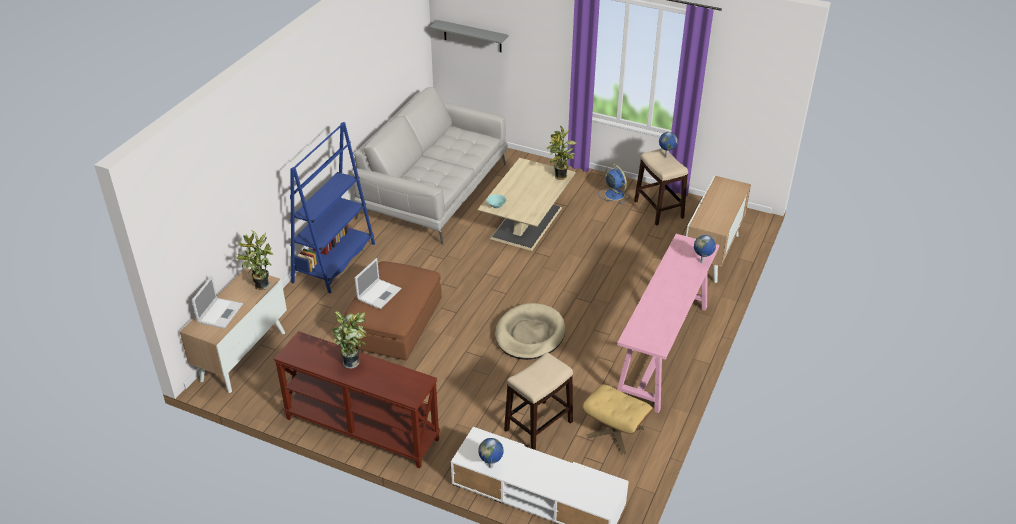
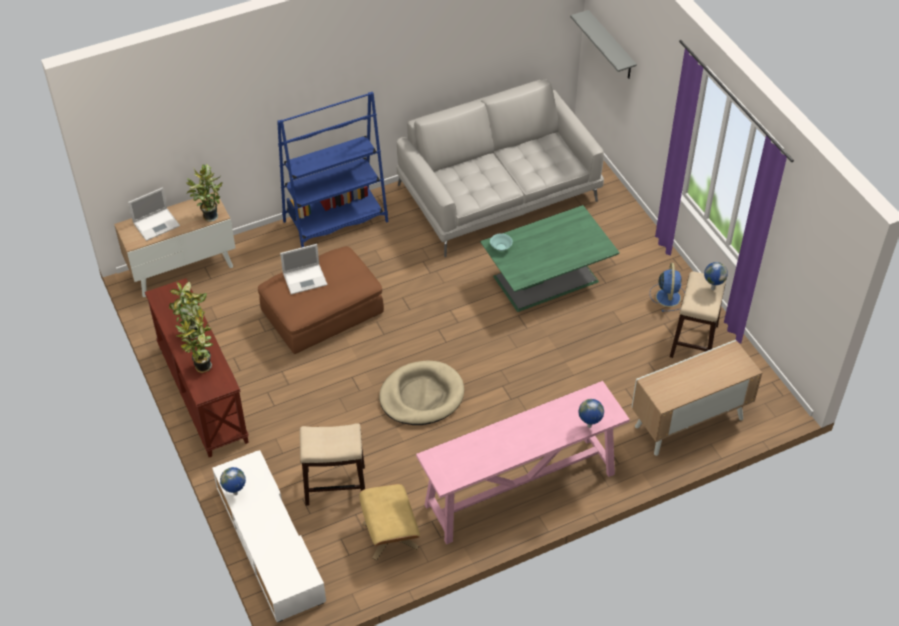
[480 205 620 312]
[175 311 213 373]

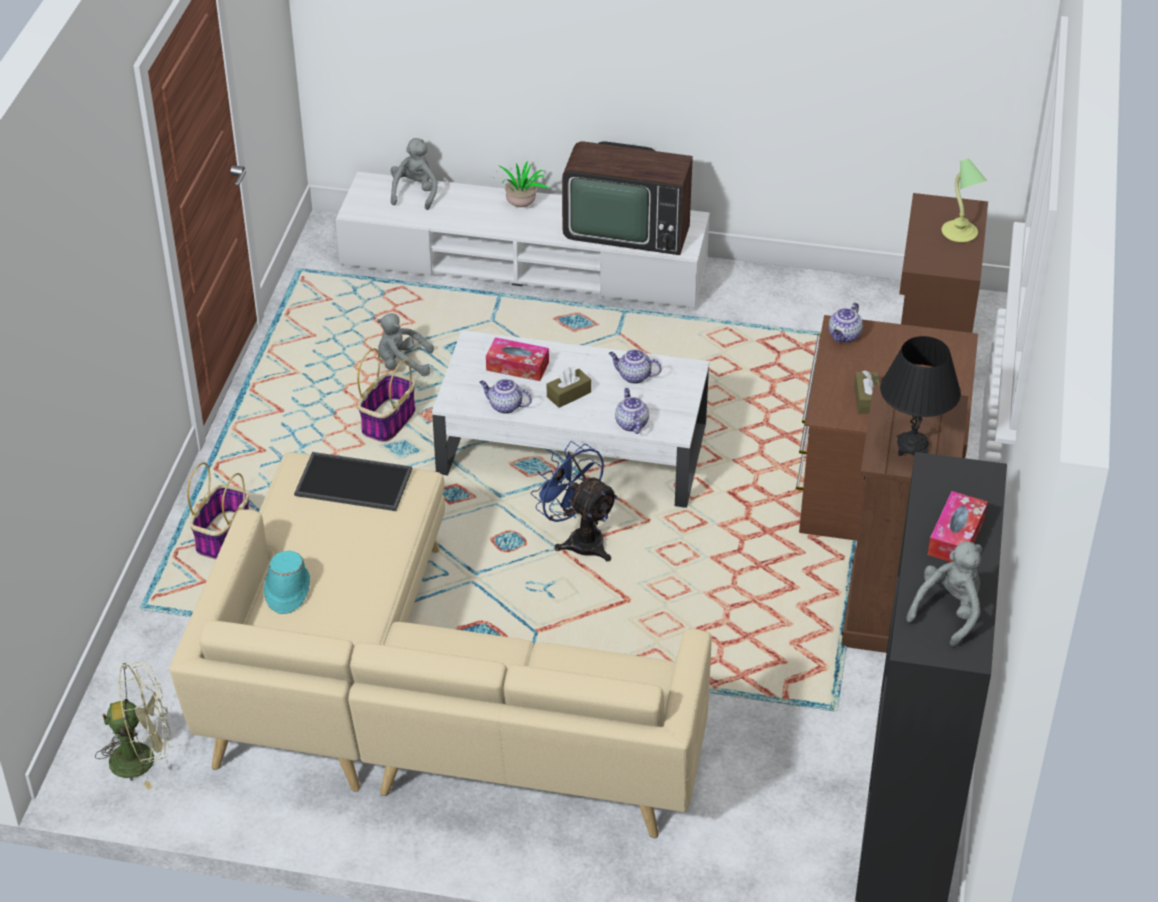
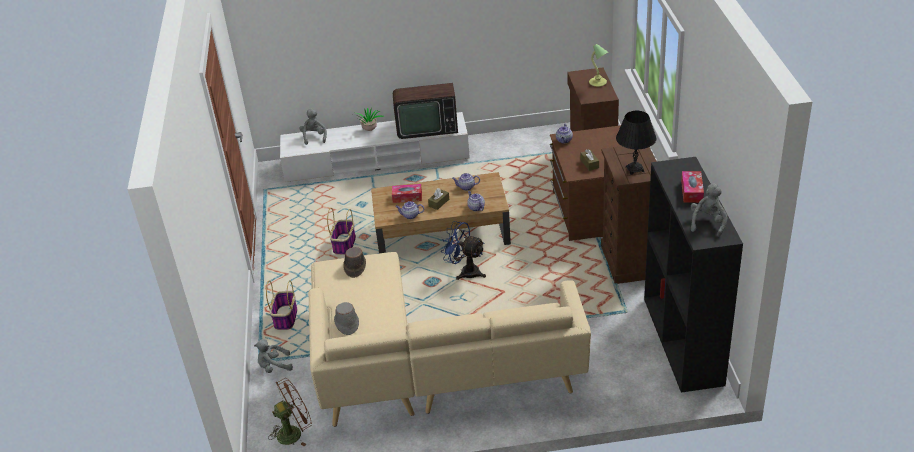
[268 378 312 447]
[334 302 359 335]
[343 247 366 278]
[254 339 293 373]
[371 172 511 253]

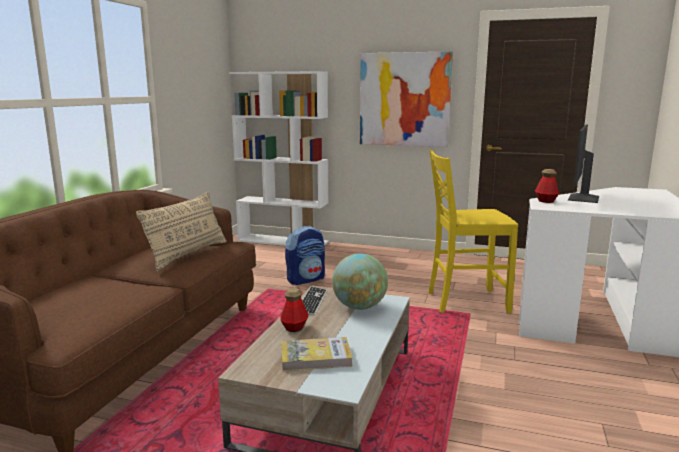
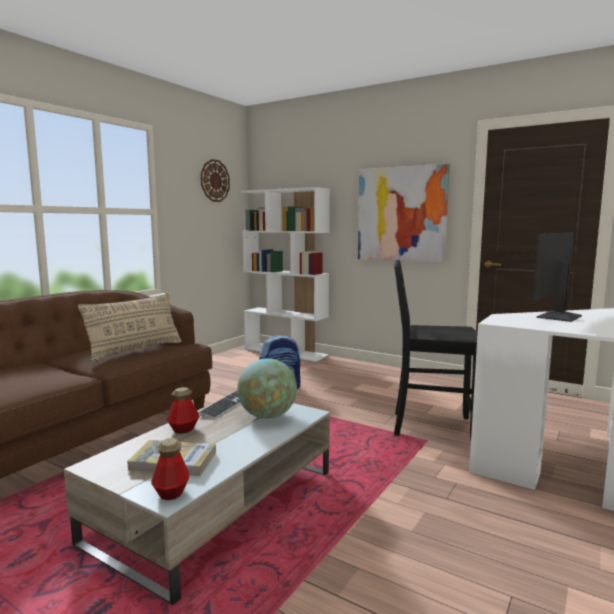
[394 260 478 440]
[151 438 189 500]
[201 159 230 202]

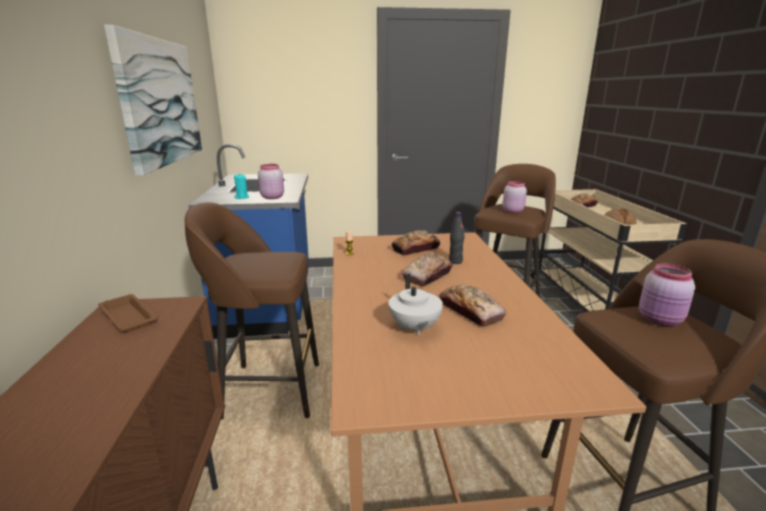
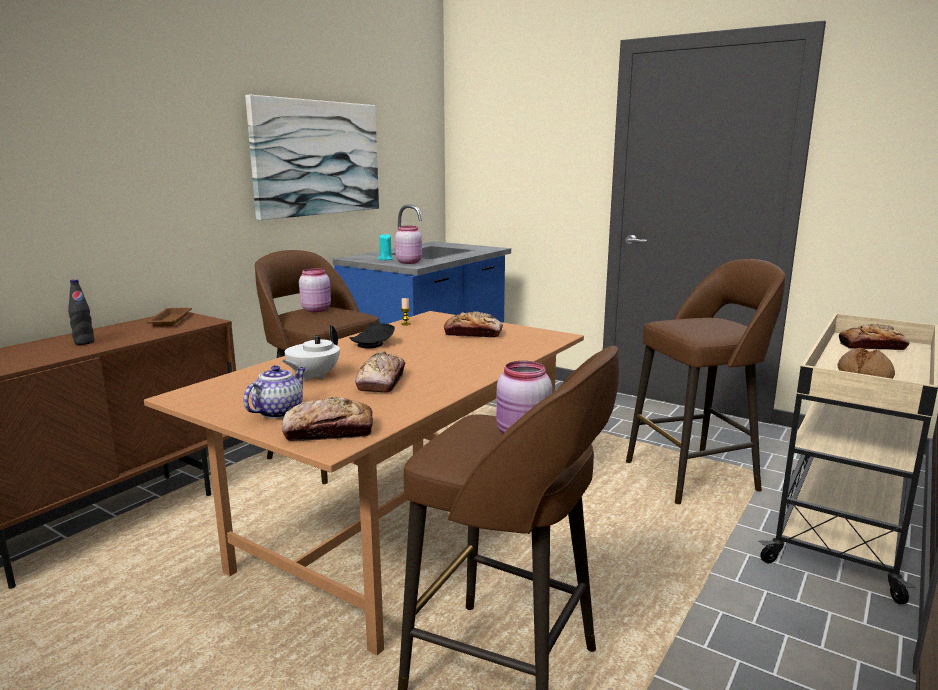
[282 397 373 441]
[68 279 94 345]
[299 268 331 312]
[243 365 306 419]
[350 323 395 348]

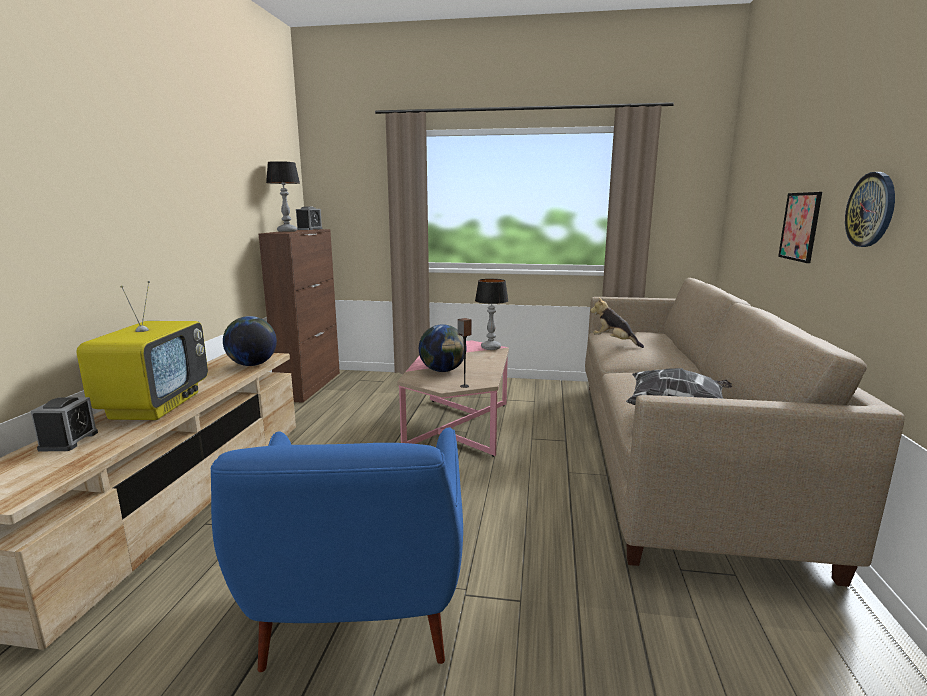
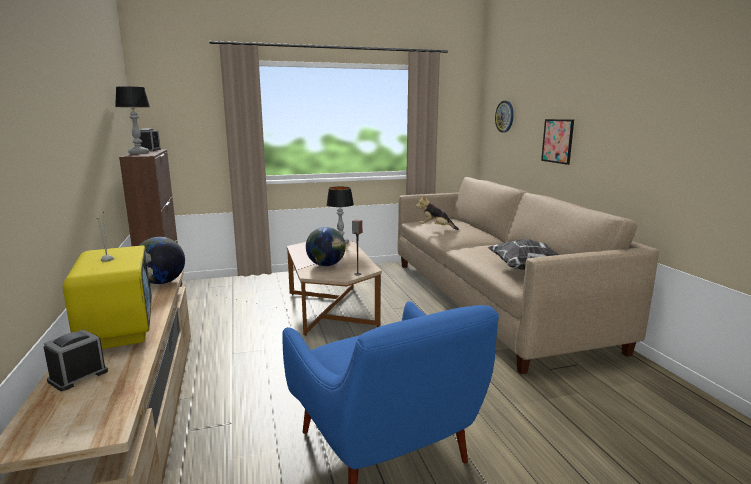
[44 330 108 391]
[287 241 382 336]
[495 101 514 132]

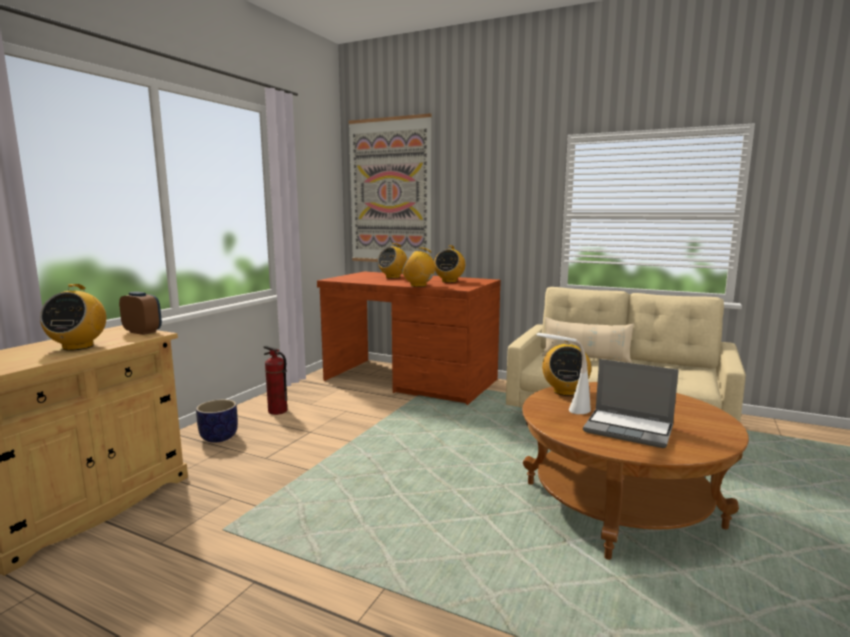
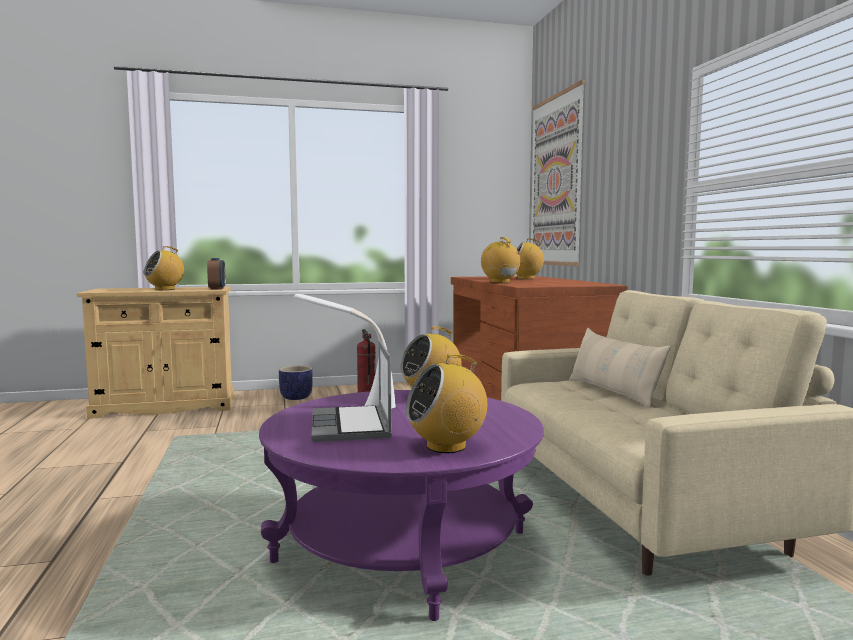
[406 354 487 453]
[259 390 544 621]

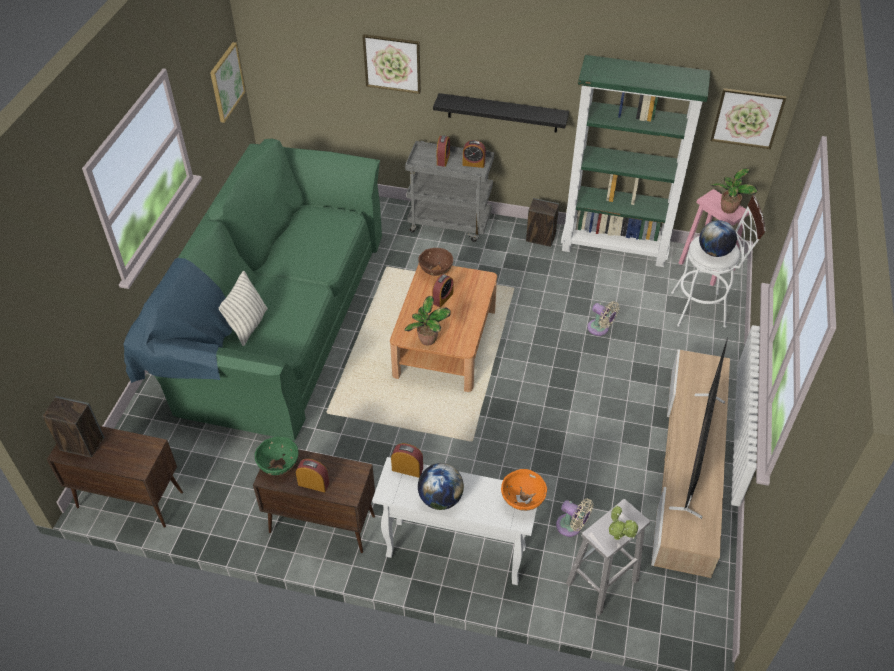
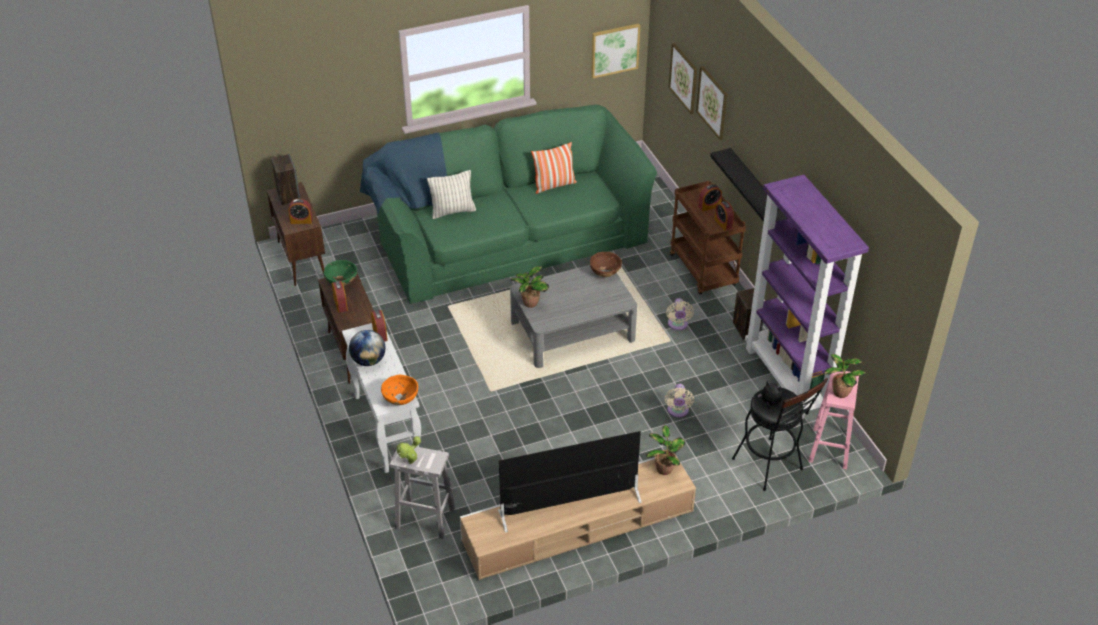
[510 265 637 368]
[670 181 746 294]
[289 199 313 224]
[666 298 694 330]
[745 175 869 419]
[732 378 828 491]
[758 381 782 409]
[669 43 697 114]
[531 142 577 194]
[646 425 685 475]

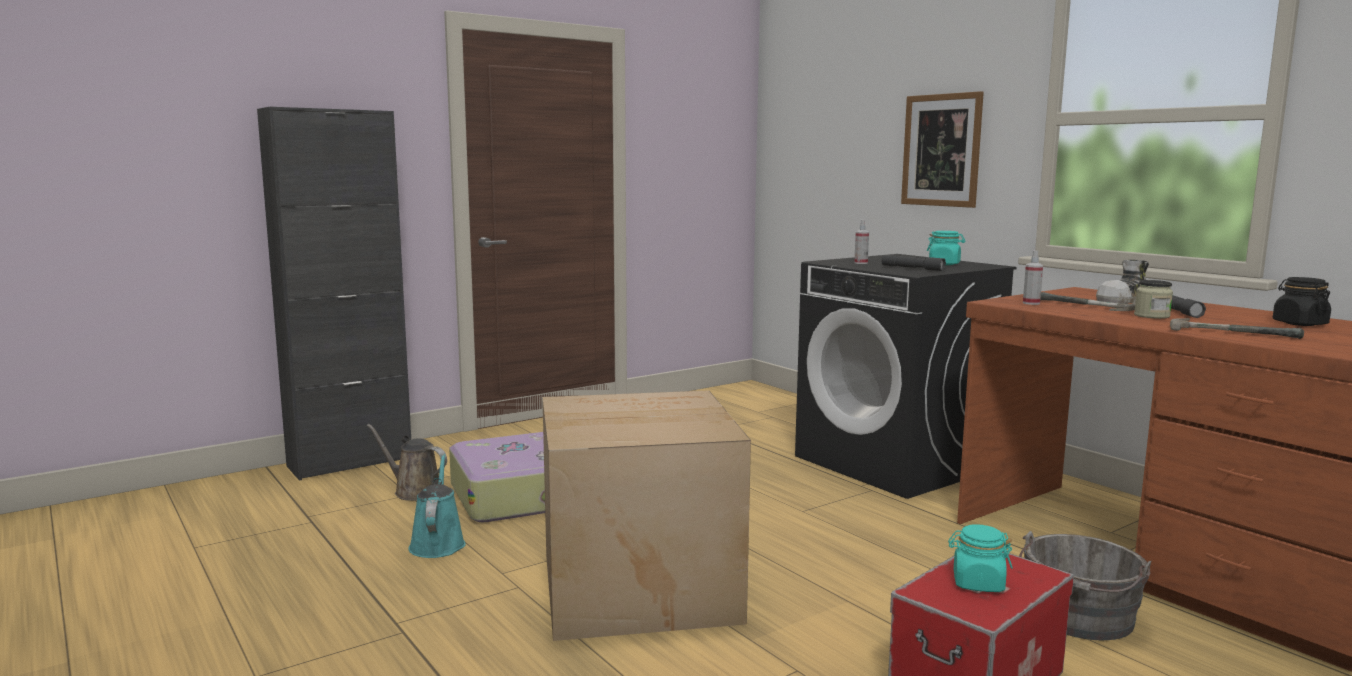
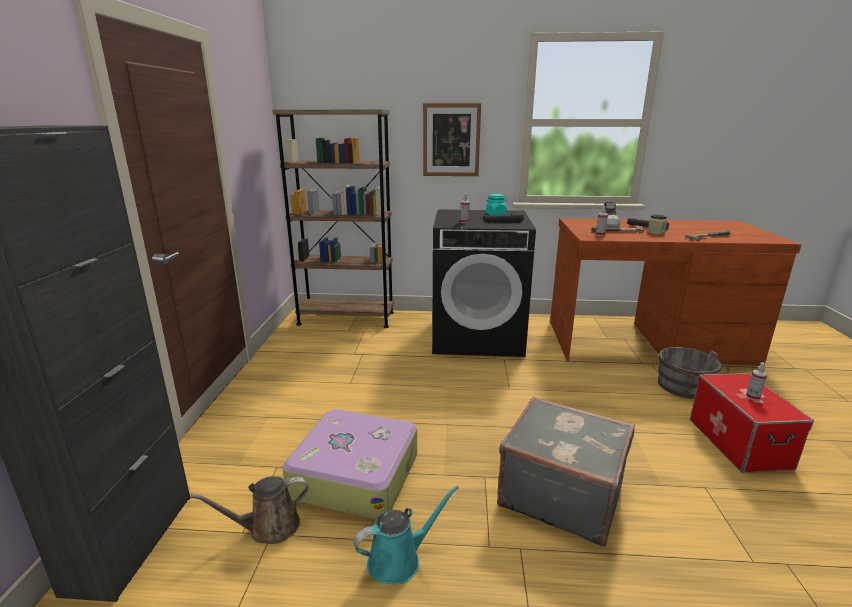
[353 486 459 585]
[497 397 635 547]
[746 362 767 401]
[1272 277 1331 326] (first image)
[272 110 394 328]

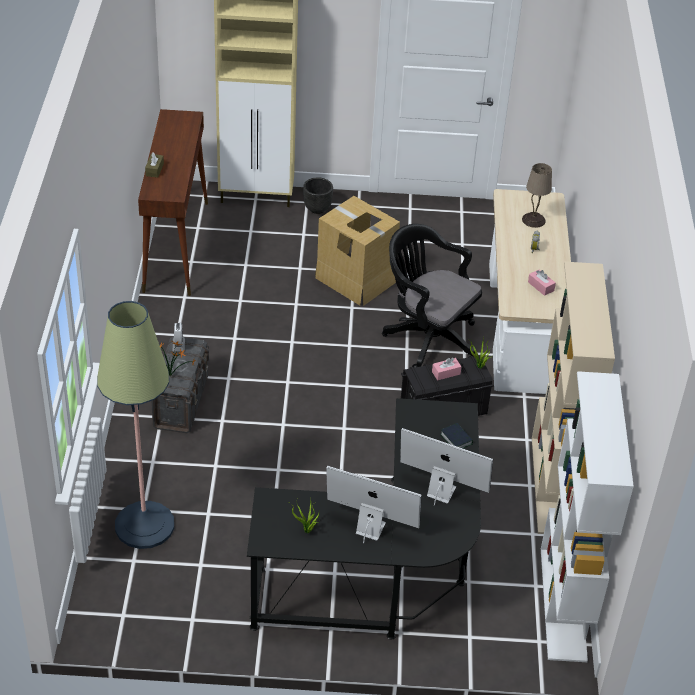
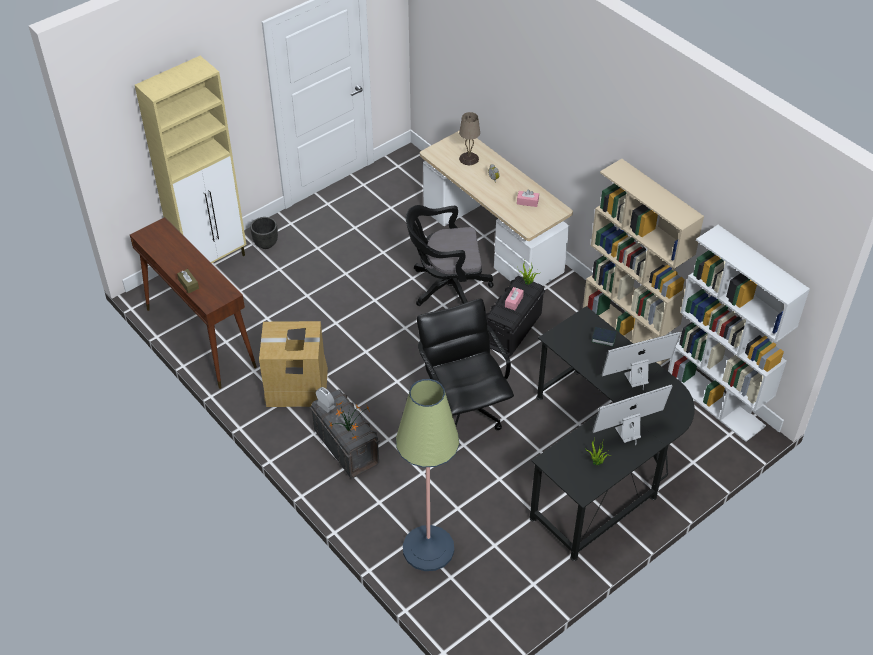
[259 321 328 407]
[417 299 514 430]

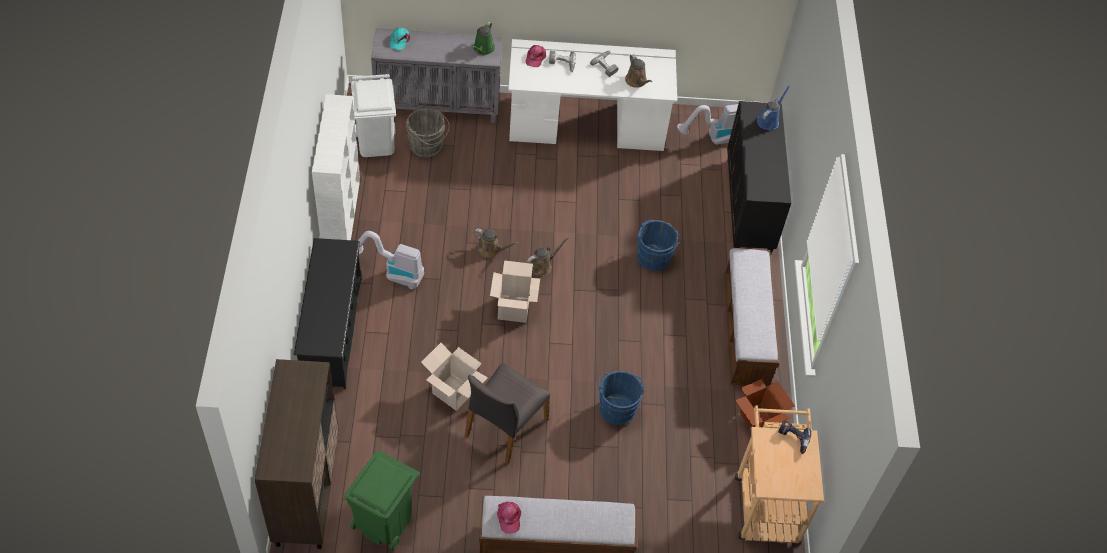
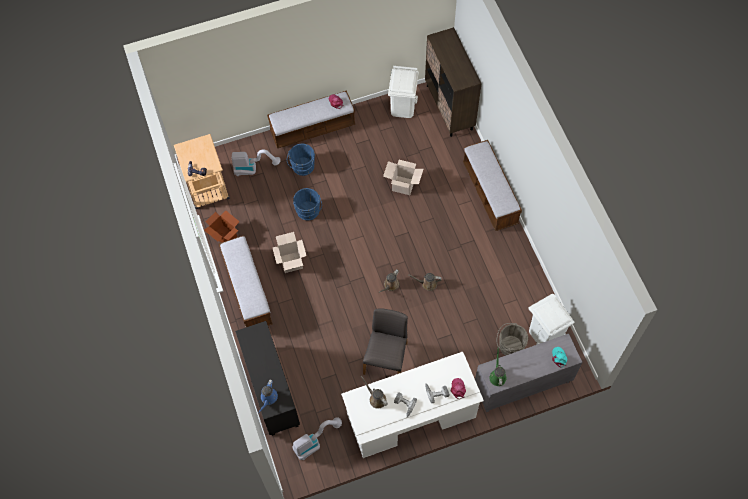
[463 140 522 231]
[312 94 360 240] (first image)
[388 65 419 118]
[232 150 281 176]
[363 309 408 375]
[273 232 307 273]
[287 144 315 176]

